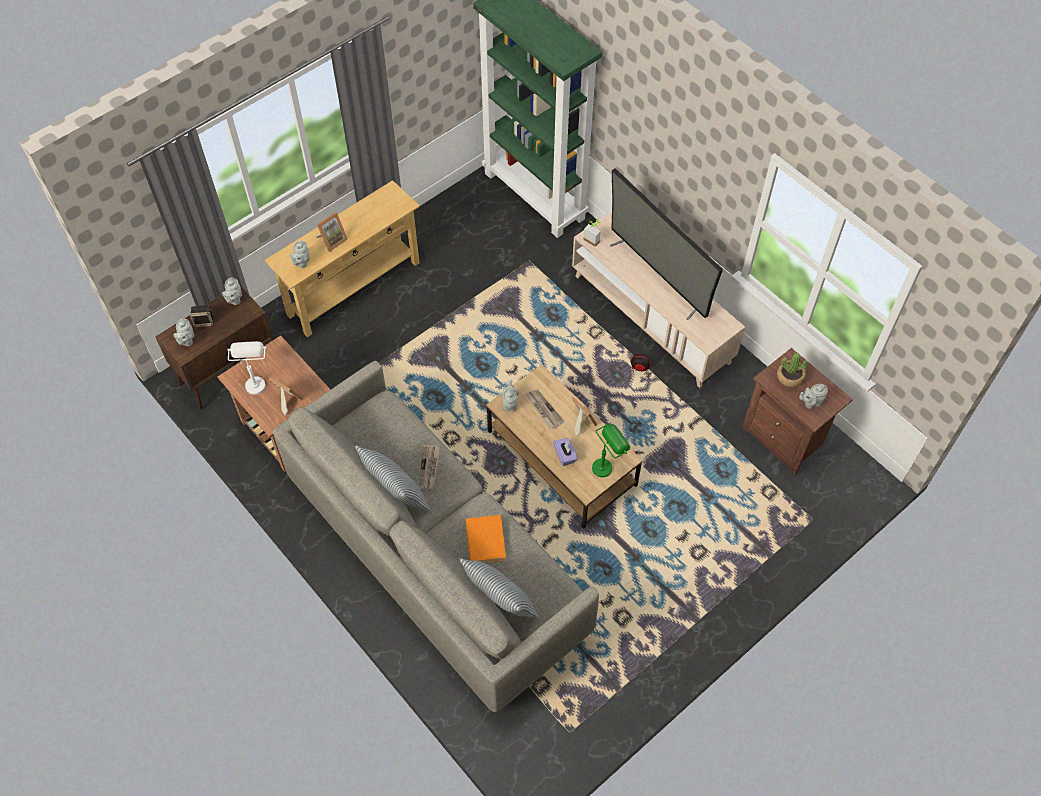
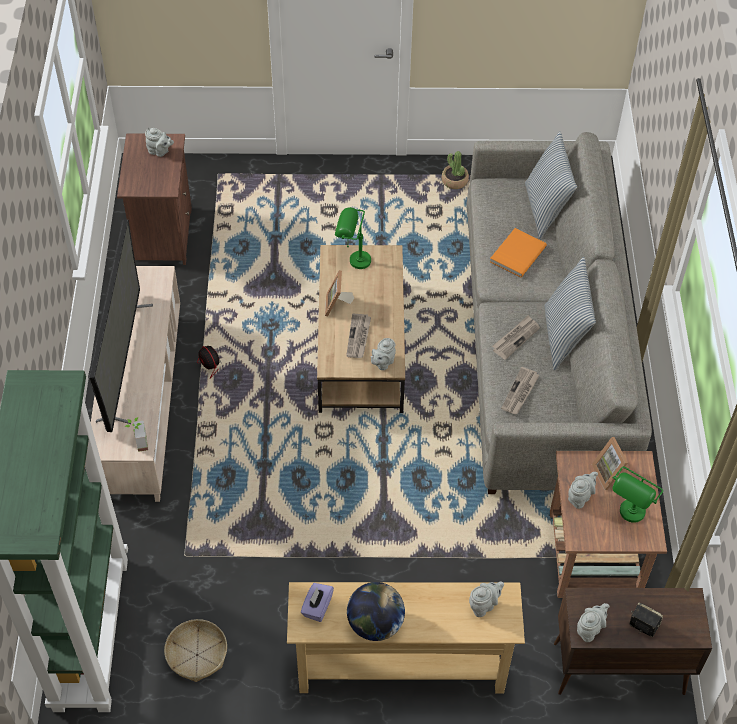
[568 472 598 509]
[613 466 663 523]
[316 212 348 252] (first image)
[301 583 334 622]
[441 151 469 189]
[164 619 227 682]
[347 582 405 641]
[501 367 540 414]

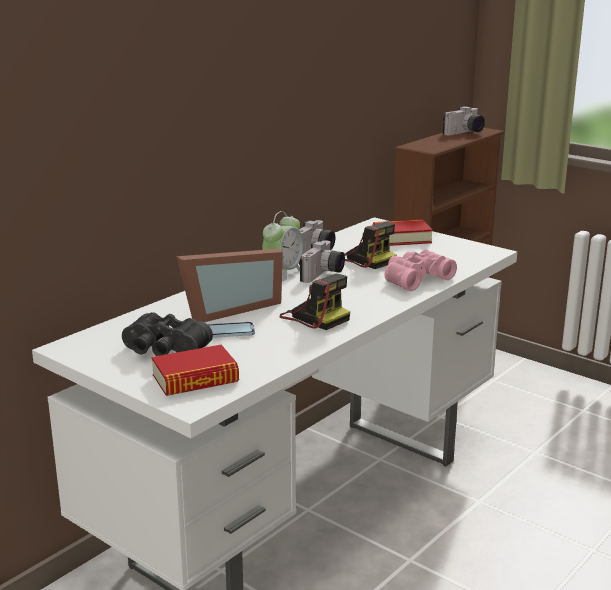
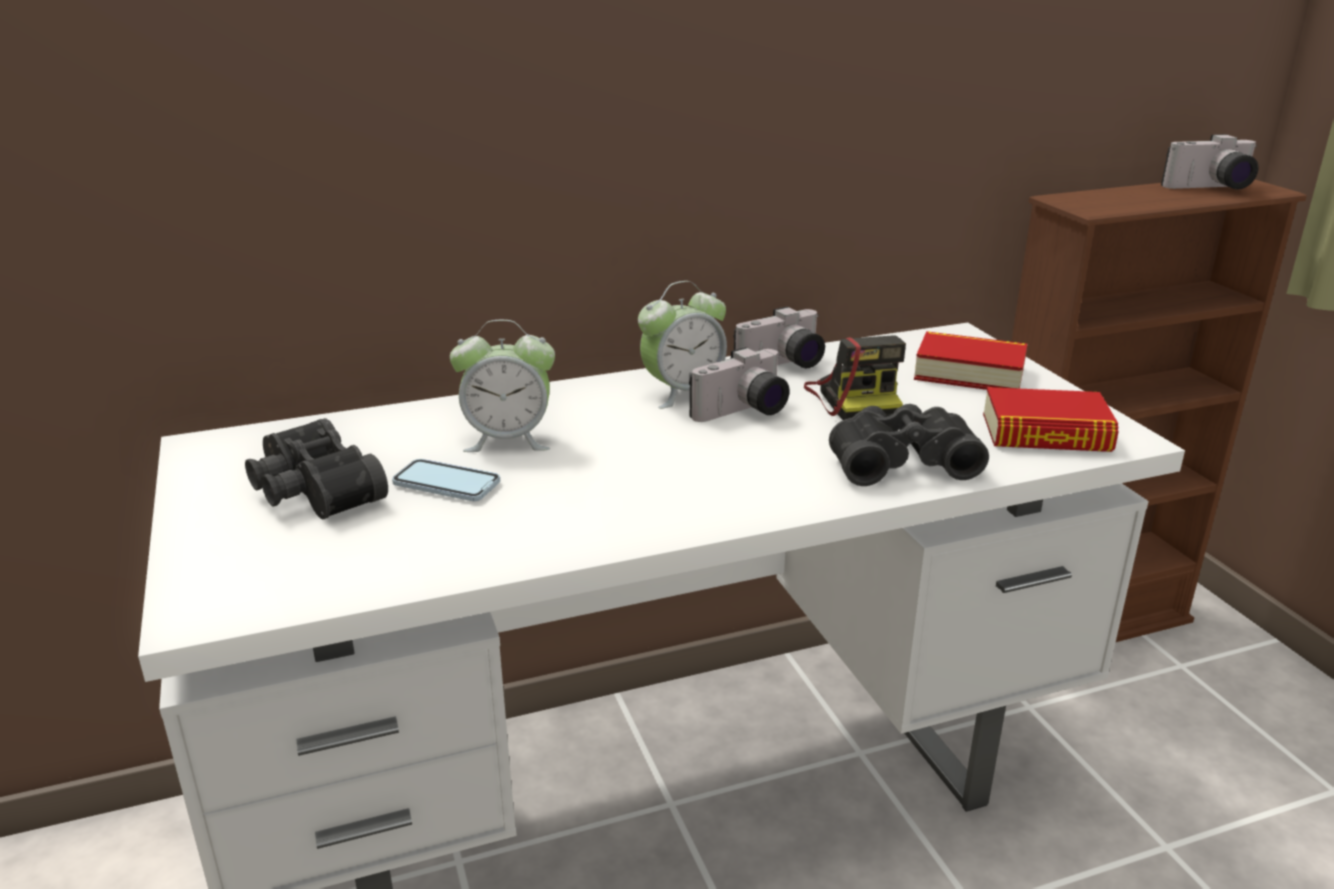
[983 387 1119 452]
[450 320 555 452]
[279 274 350 330] (first image)
[829 404 989 486]

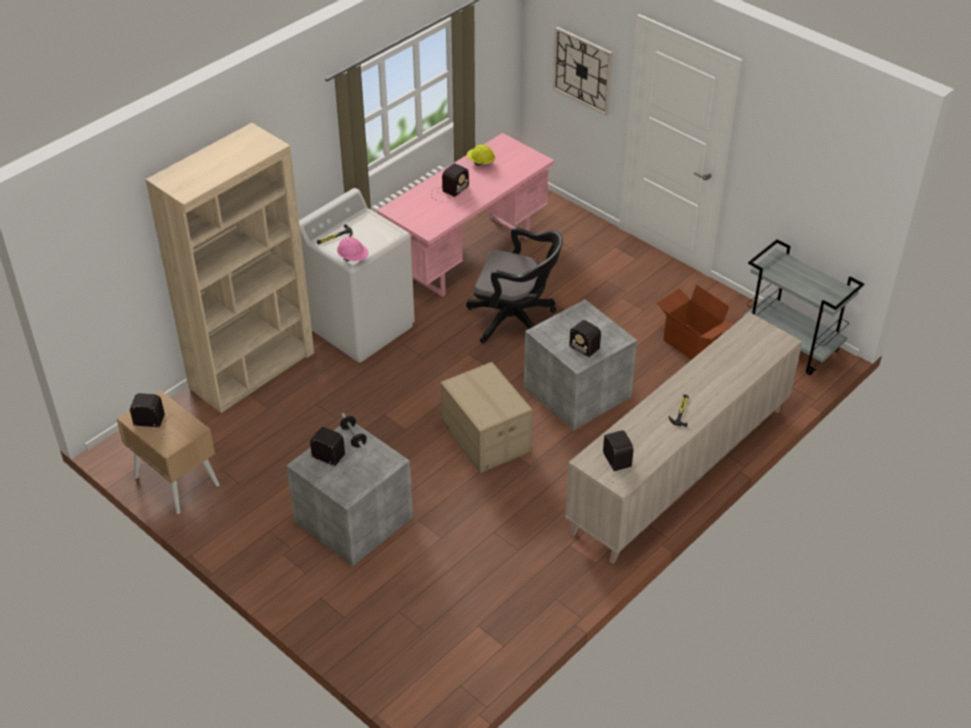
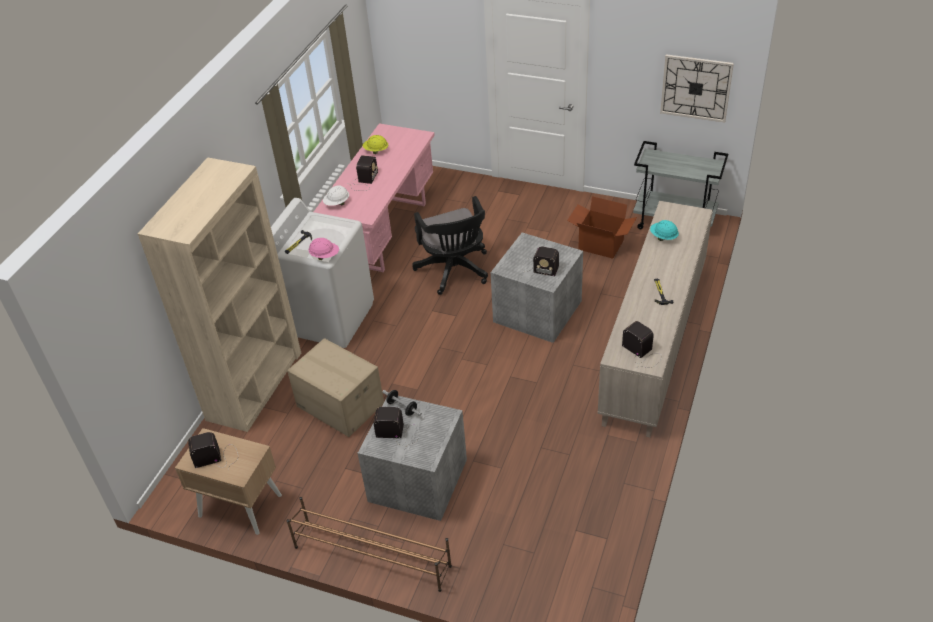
[287 338 384 437]
[413 196 488 295]
[660 54 734 123]
[287 497 452 592]
[323 185 349 206]
[650 220 679 241]

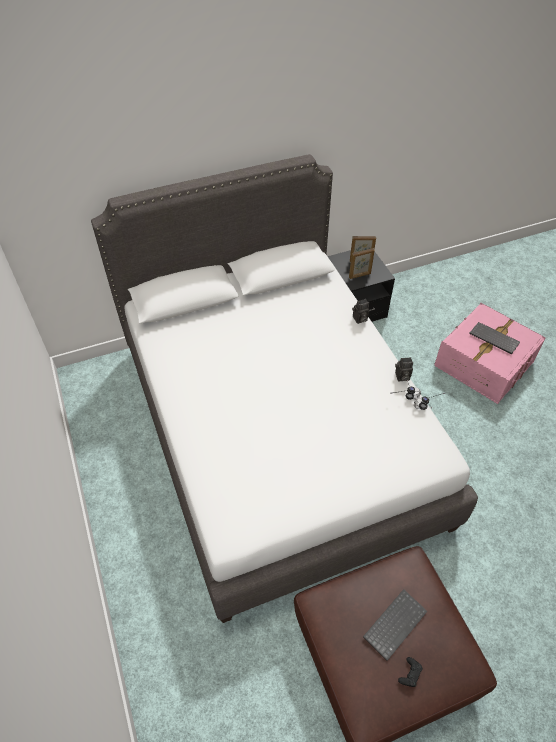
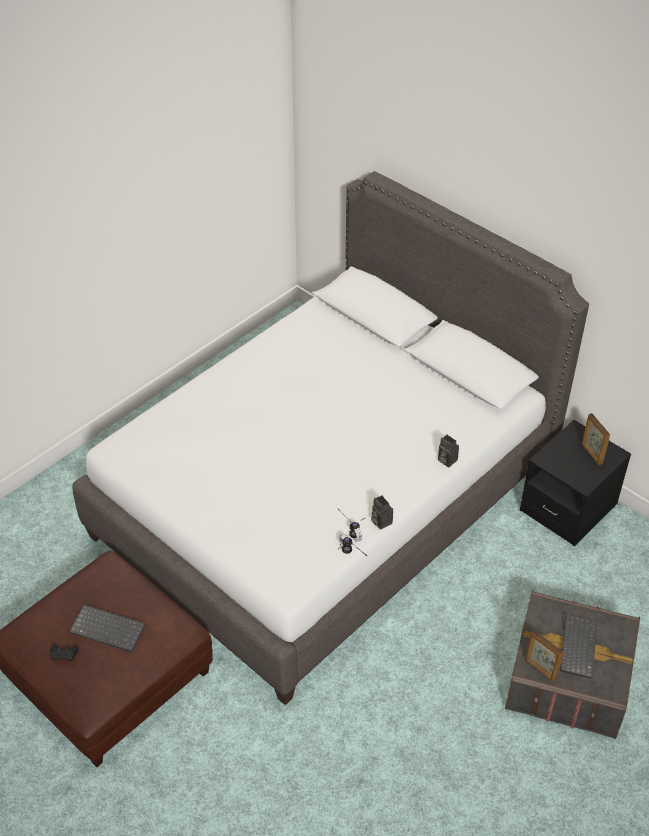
[525 630 564 682]
[505 590 640 739]

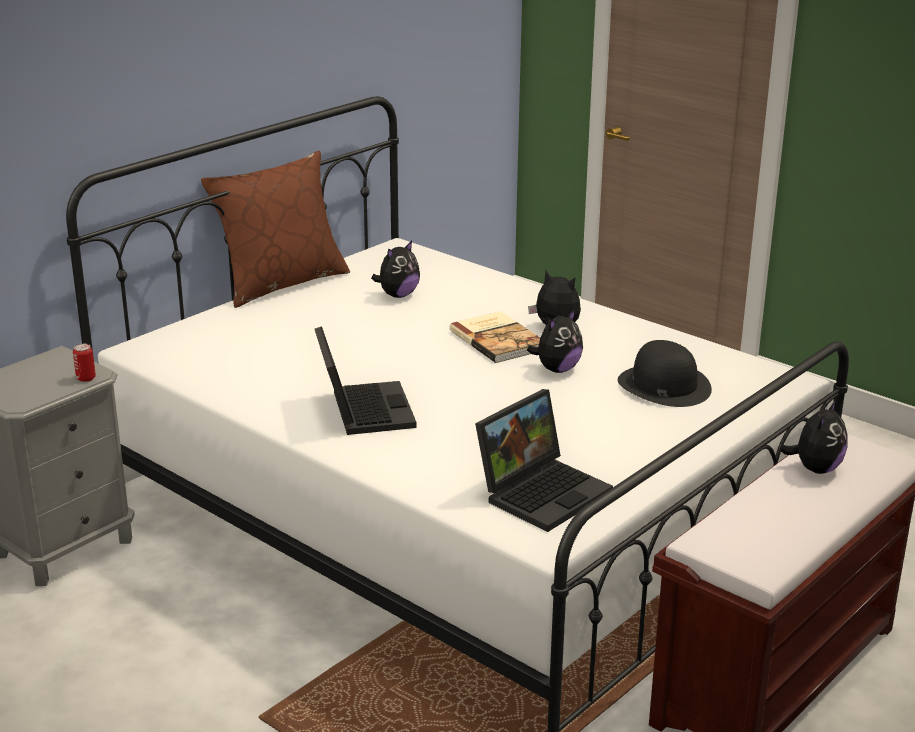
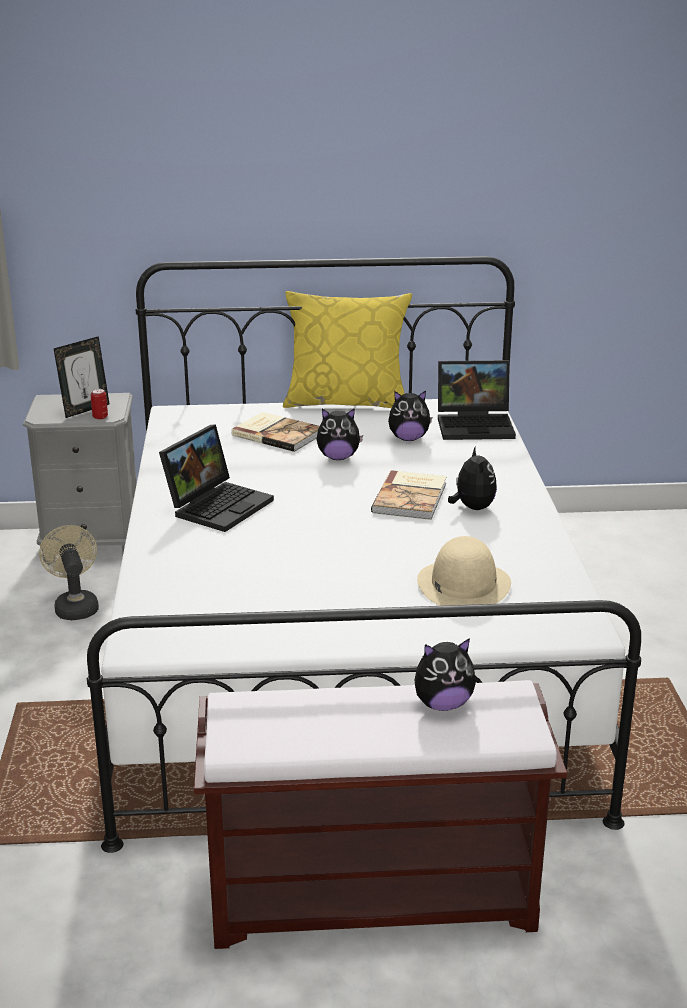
[283 291 412 408]
[438 360 516 440]
[317 408 363 460]
[417 536 511 606]
[39 525 99 620]
[53 336 110 418]
[231 412 320 452]

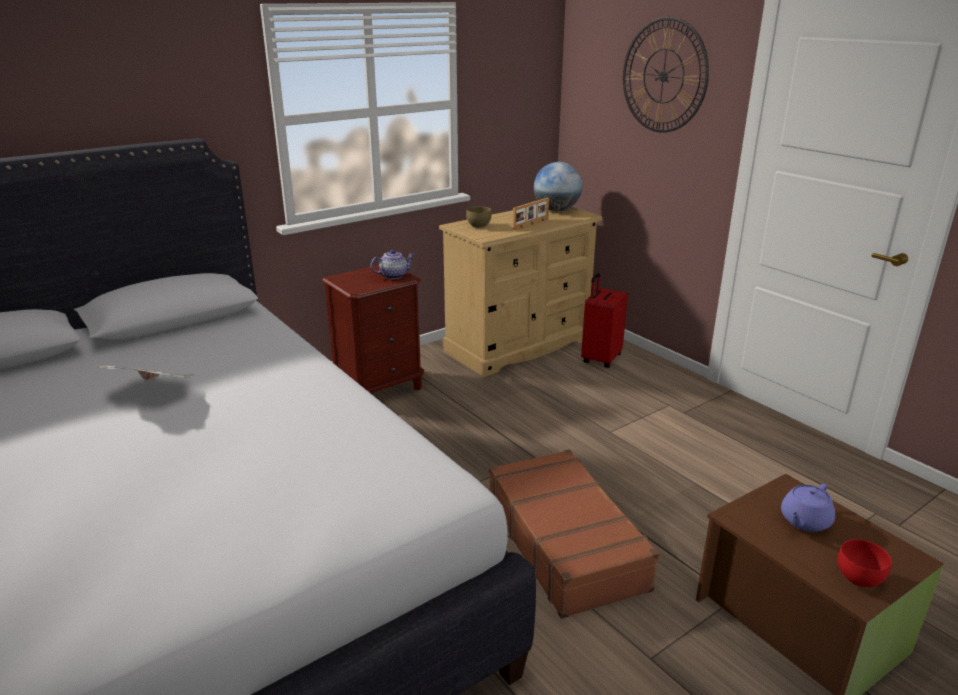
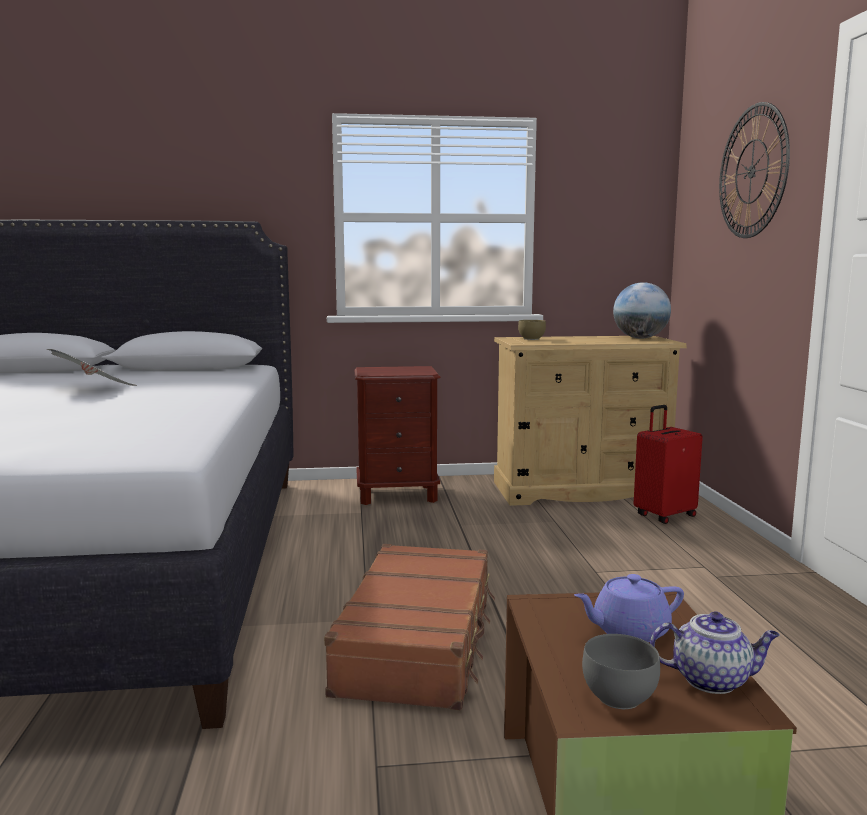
[650 611 780 694]
[513 198 549 230] (first image)
[582 634 660 709]

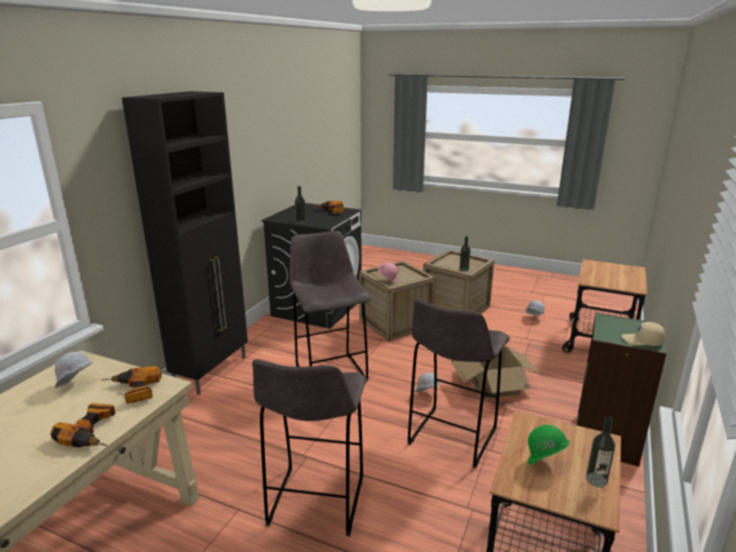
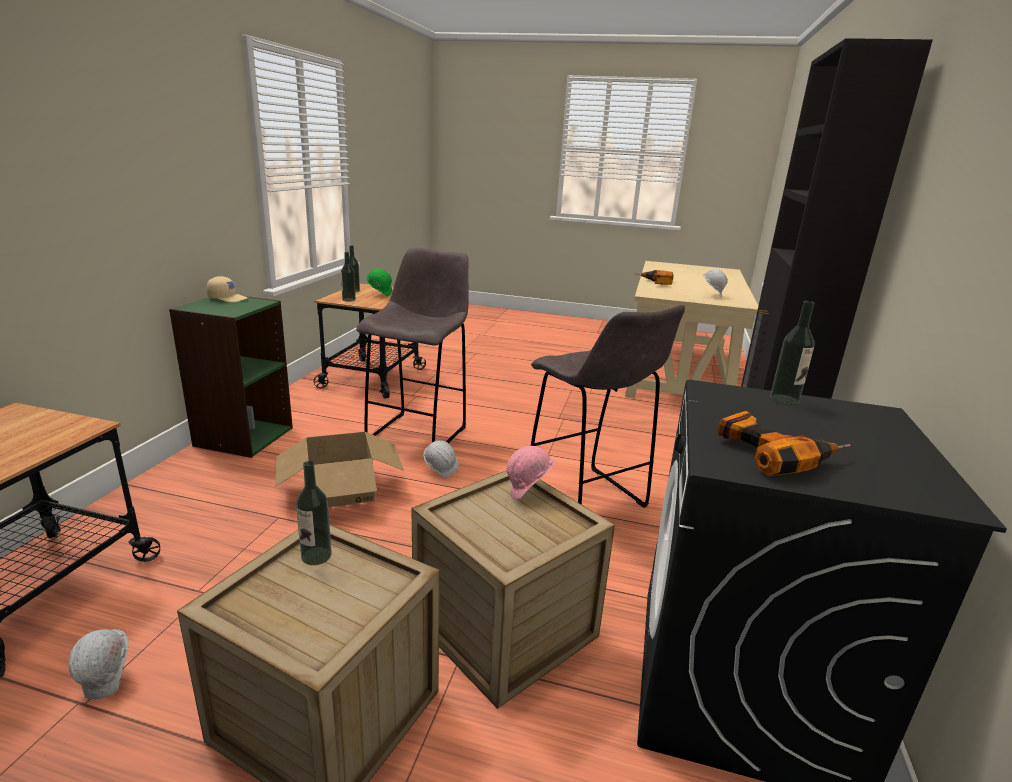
[102 366 162 404] (first image)
[252 359 367 536] (first image)
[341 252 356 302]

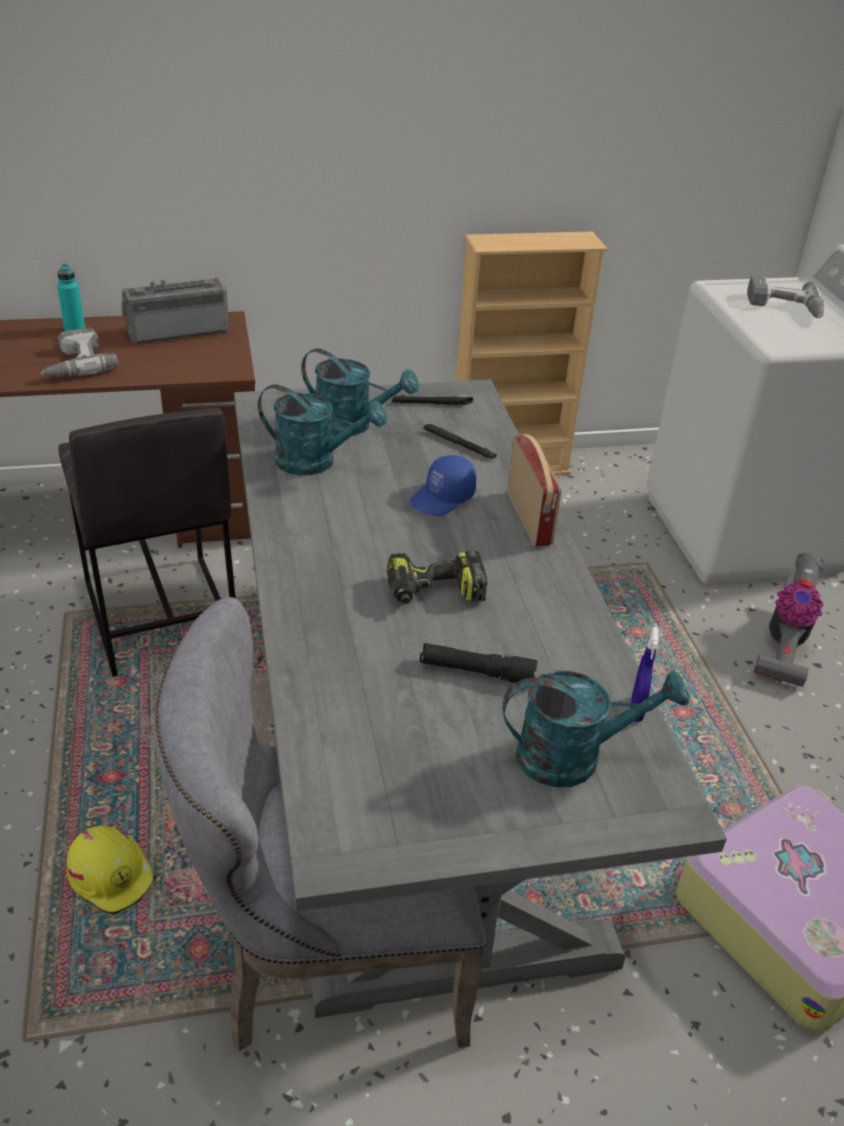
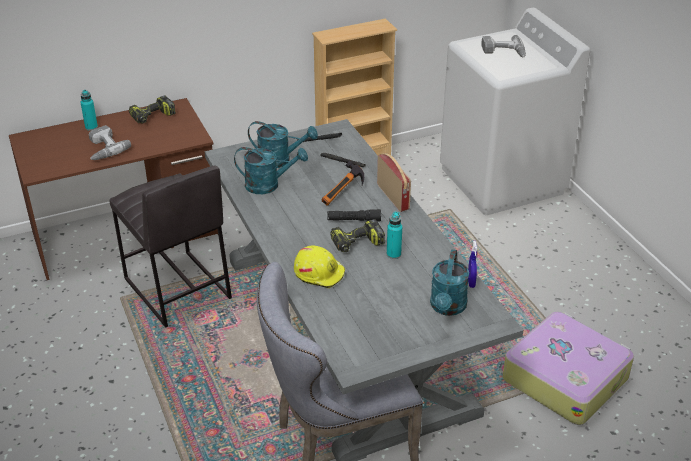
[294 246 345 288]
[129 95 176 124]
[322 161 364 205]
[327 209 381 221]
[430 250 469 316]
[754 553 824 687] (first image)
[387 212 402 259]

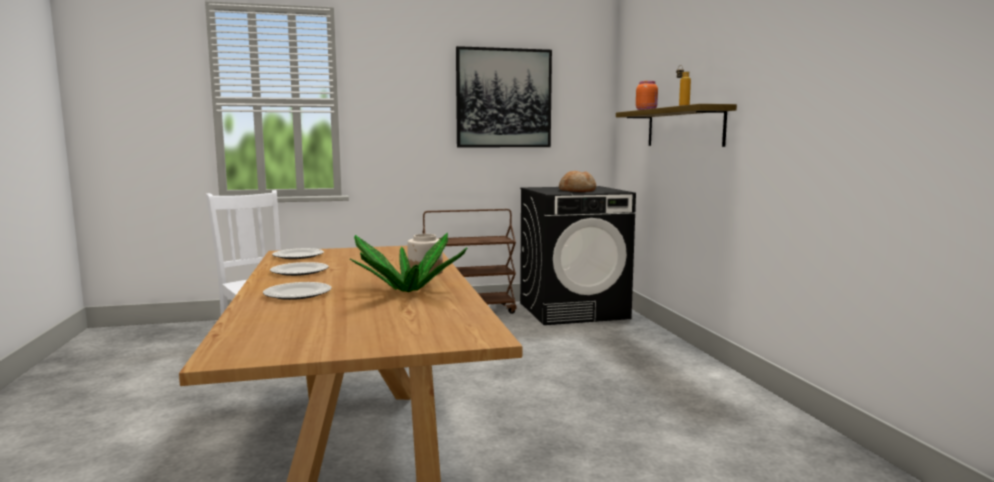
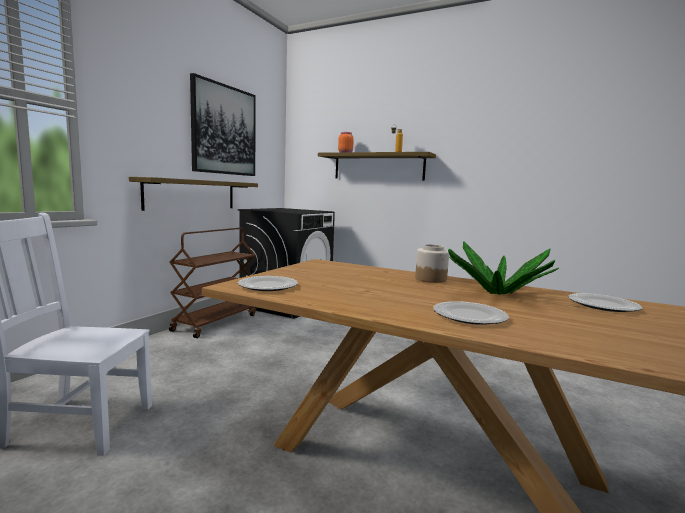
[568 293 642 312]
[559 171 596 192] (first image)
[129 177 258 211]

